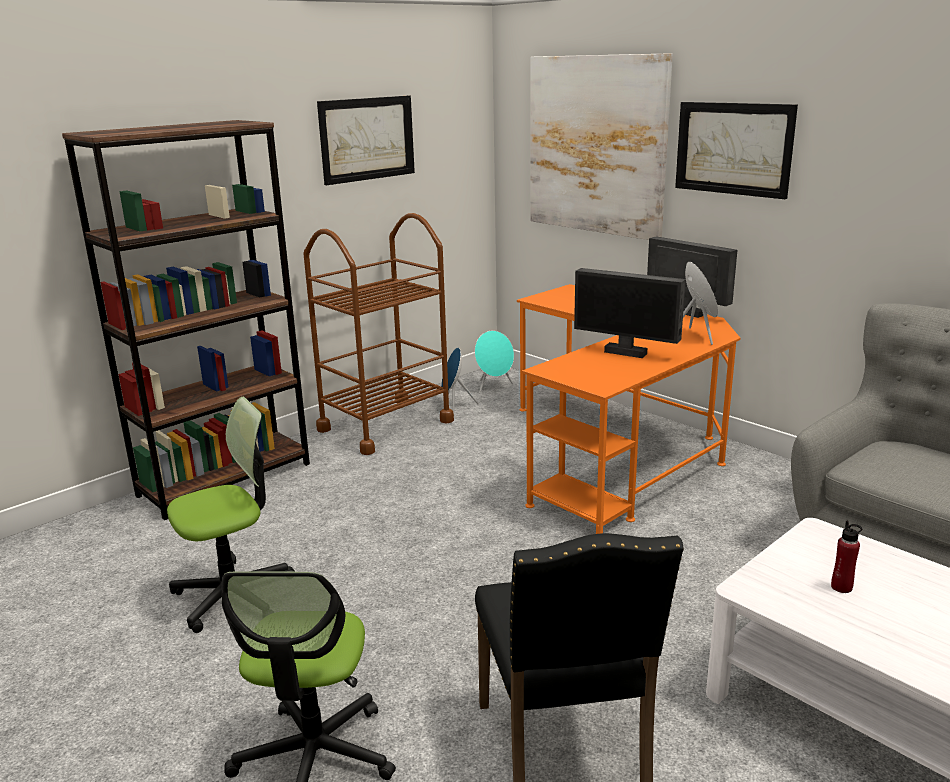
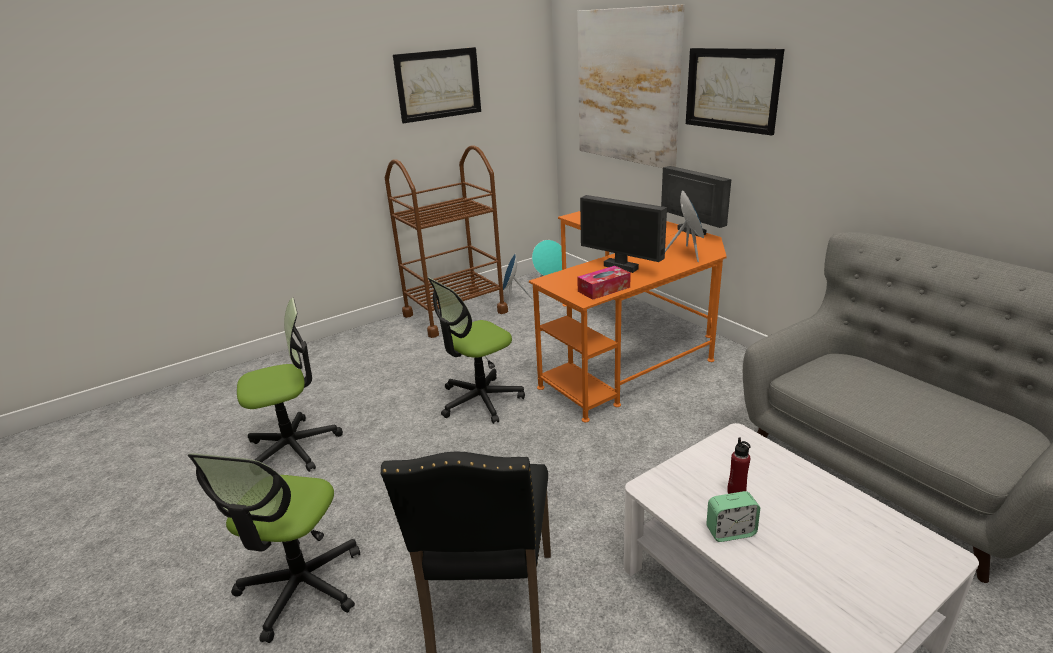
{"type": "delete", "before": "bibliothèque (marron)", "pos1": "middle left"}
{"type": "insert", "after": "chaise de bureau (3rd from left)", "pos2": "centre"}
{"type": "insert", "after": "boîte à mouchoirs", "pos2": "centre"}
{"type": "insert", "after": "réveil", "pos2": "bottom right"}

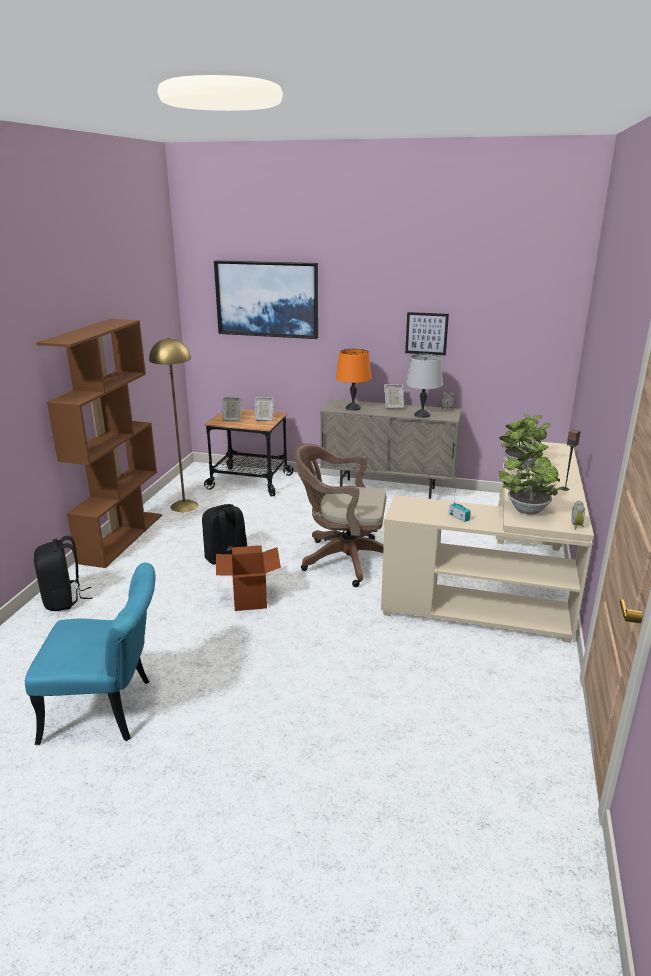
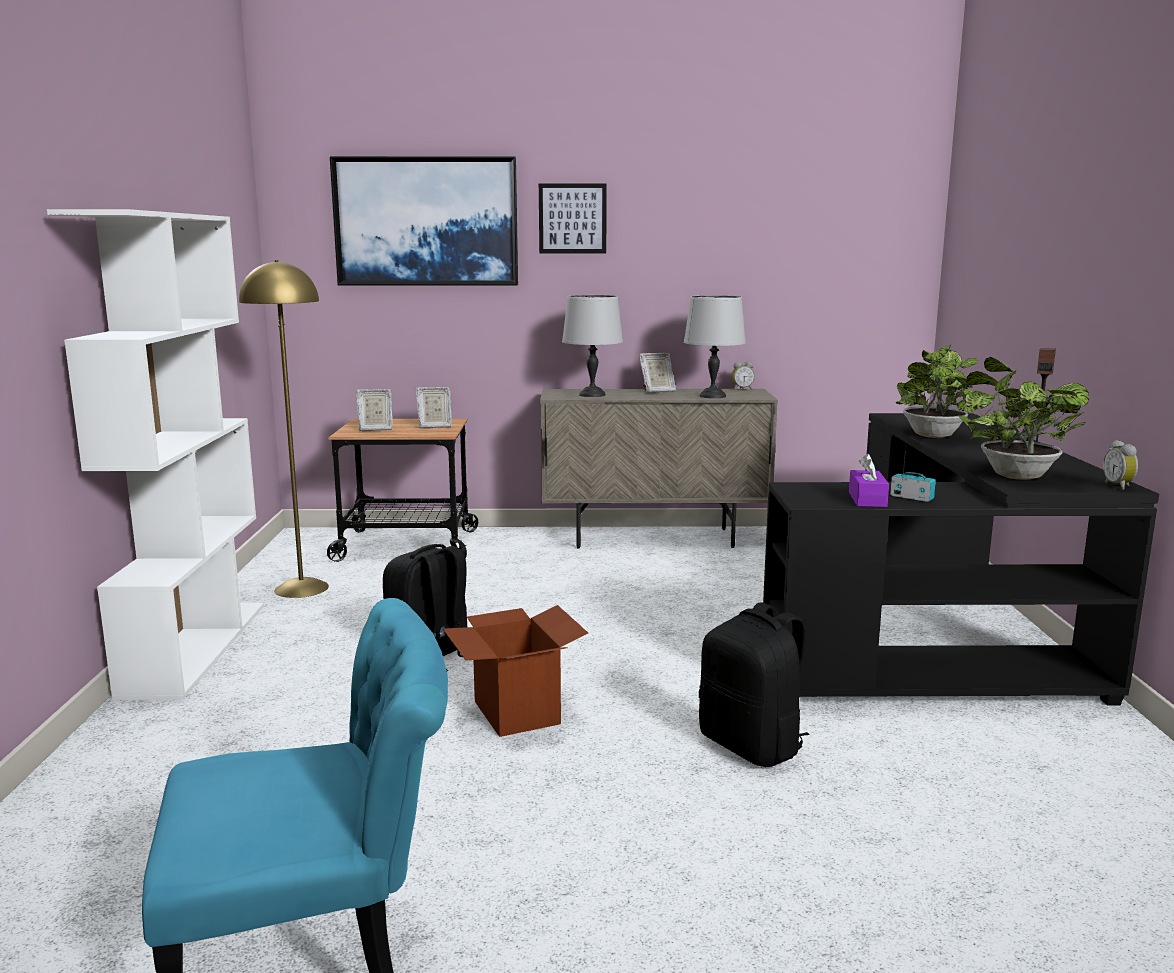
{"type": "delete", "before": "chaise de bureau (marron)", "pos1": "centre"}
{"type": "insert", "after": "boîte à mouchoirs (violet)", "pos2": "middle right"}
{"type": "move", "before": "sac à dos (noir) (1st from left in the first image)", "after": "sac à dos (noir) (2nd from left)", "pos1": "middle left", "pos2": "bottom centre"}
{"type": "move", "before": "tableau (2nd from left)", "pos1": "centre", "pos2": "top centre"}
{"type": "recolor", "before": "bibliothèque (marron)", "after": "bibliothèque (blanc)", "pos1": "middle left", "pos2": "middle left"}
{"type": "recolor", "before": "lampe de table (orange)", "after": "lampe de table (gris) (1st from left)", "pos1": "centre", "pos2": "centre"}
{"type": "recolor", "before": "bureau (beige)", "after": "bureau (noir)", "pos1": "middle right", "pos2": "middle right"}

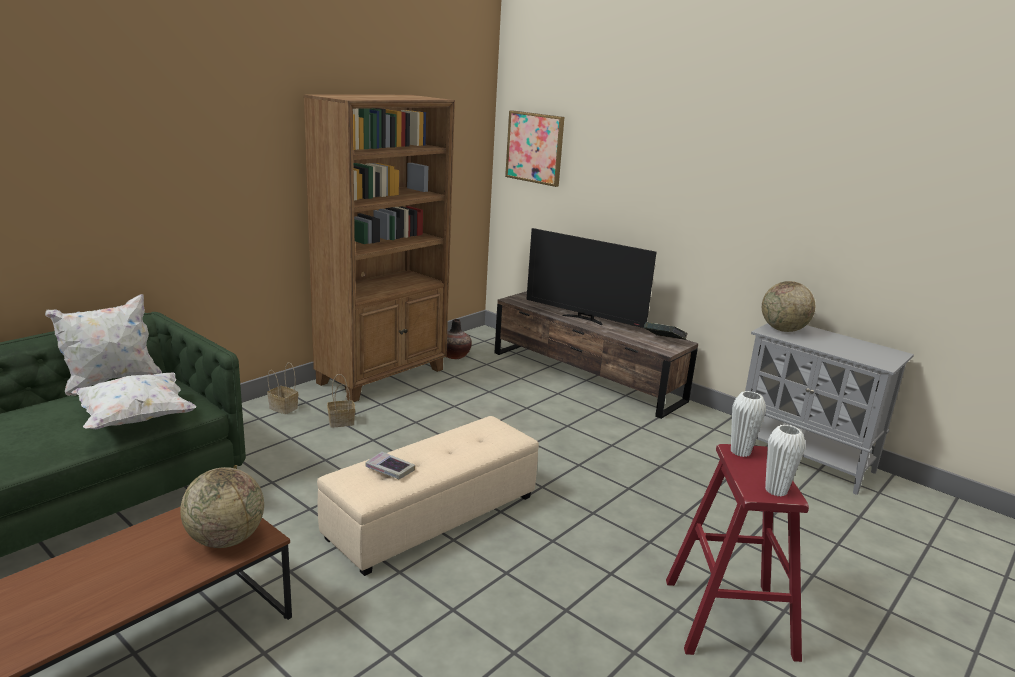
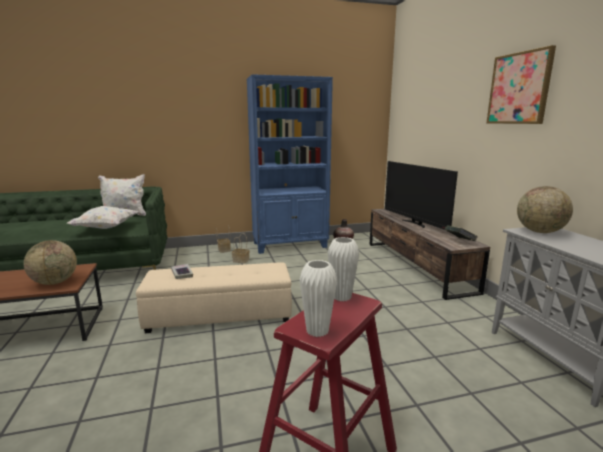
{"type": "move", "before": "tableau", "pos1": "top centre", "pos2": "top right"}
{"type": "recolor", "before": "bibliothèque (marron)", "after": "bibliothèque (bleu)", "pos1": "centre", "pos2": "centre"}

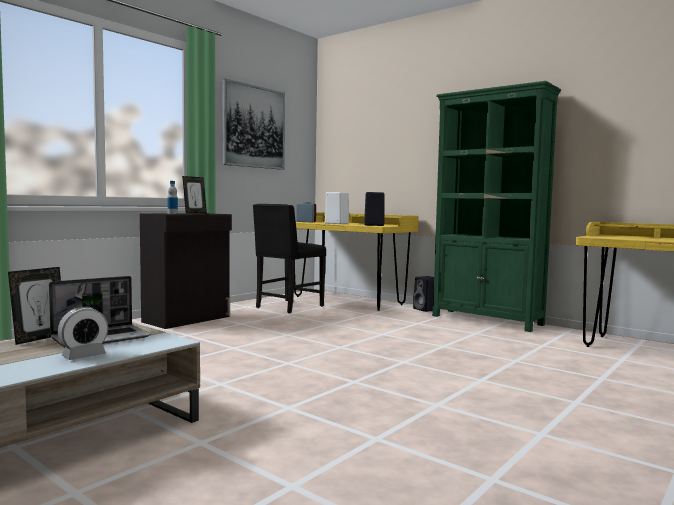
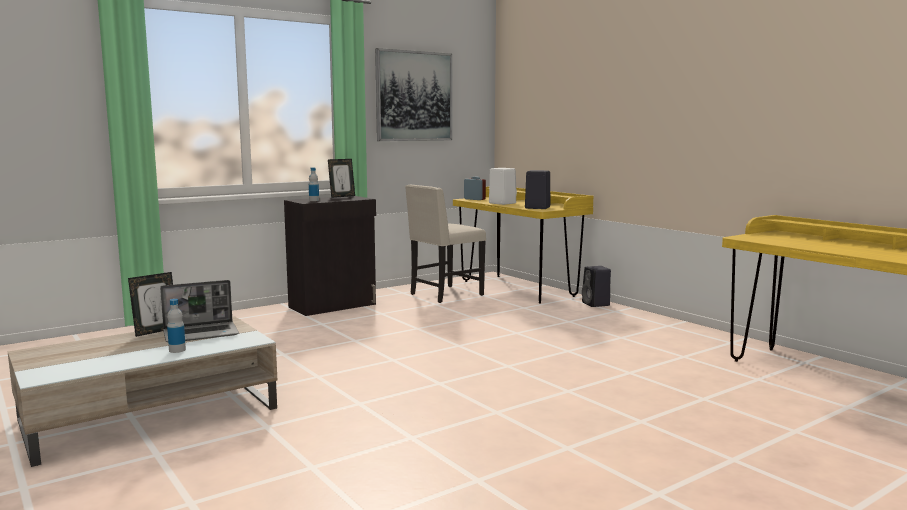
{"type": "delete", "before": "bibliothèque (vert)", "pos1": "middle right"}
{"type": "replace", "before": "réveil (1st from left)", "after": "bouteille (1st from left)", "pos1": "middle left", "pos2": "middle left"}
{"type": "recolor", "before": "chaise (noir)", "after": "chaise (beige)", "pos1": "centre", "pos2": "centre"}

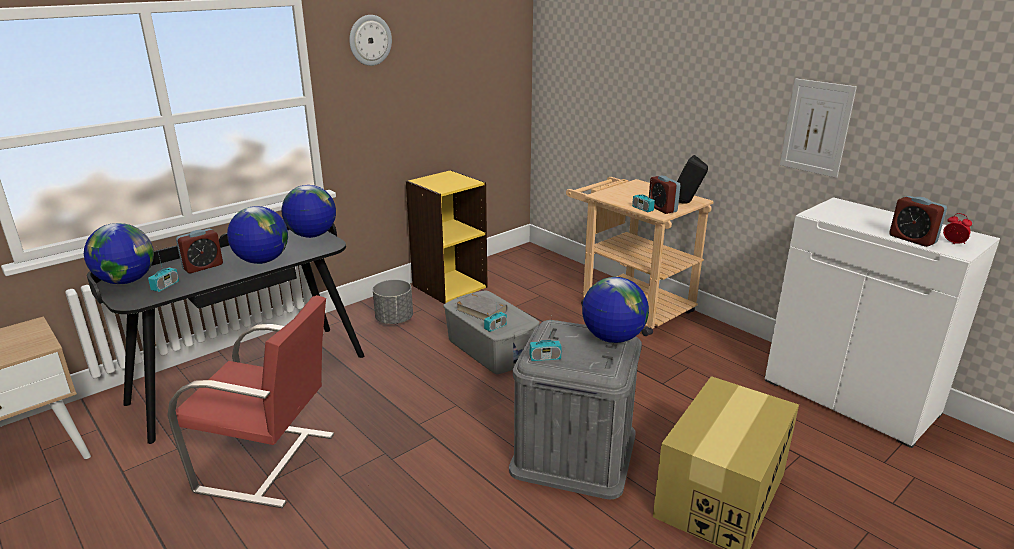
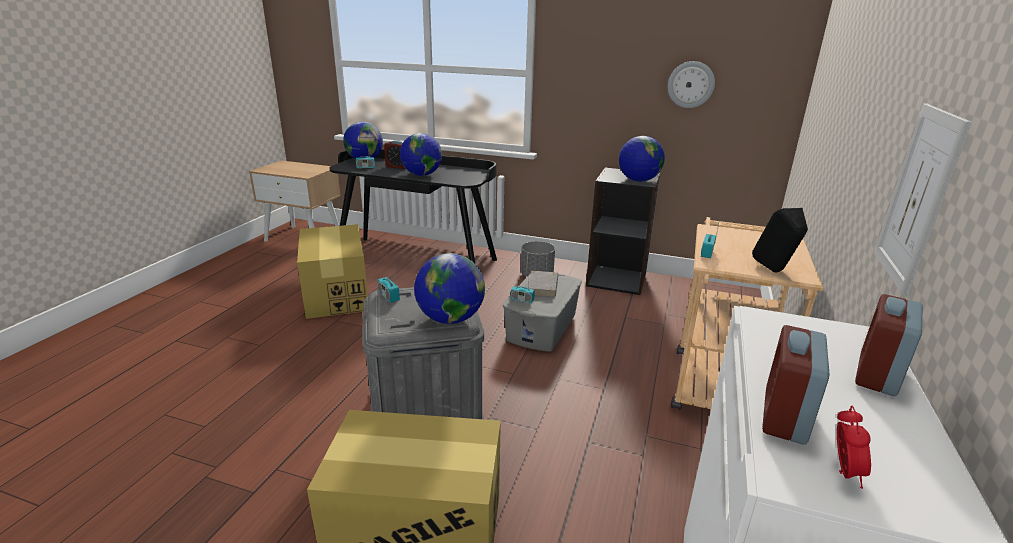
{"type": "move", "before": "globe (3rd from left in the first image)", "after": "globe (4th from left)", "pos1": "middle left", "pos2": "top centre"}
{"type": "move", "before": "horloge murale", "pos1": "top centre", "pos2": "top right"}
{"type": "move", "before": "réveil (2nd from left in the first image)", "after": "réveil (4th from left)", "pos1": "centre", "pos2": "middle right"}
{"type": "replace", "before": "chaise (rouge)", "after": "carton (1st from left)", "pos1": "bottom left", "pos2": "middle left"}
{"type": "recolor", "before": "bibliothèque (jaune)", "after": "bibliothèque (noir)", "pos1": "centre", "pos2": "centre"}

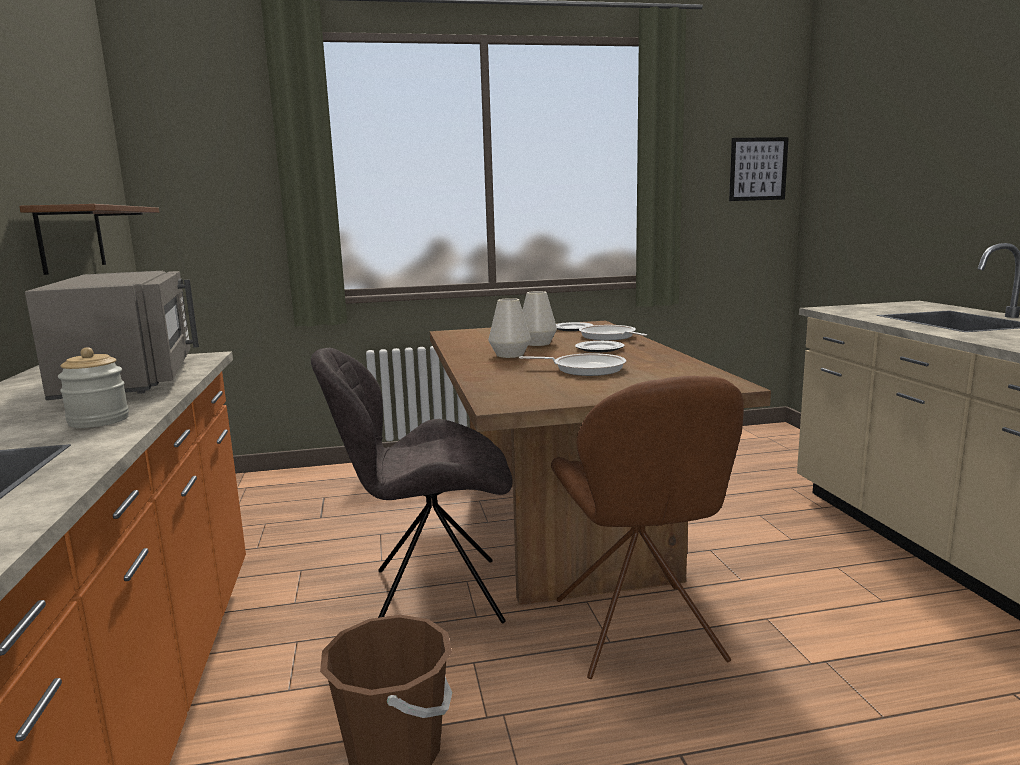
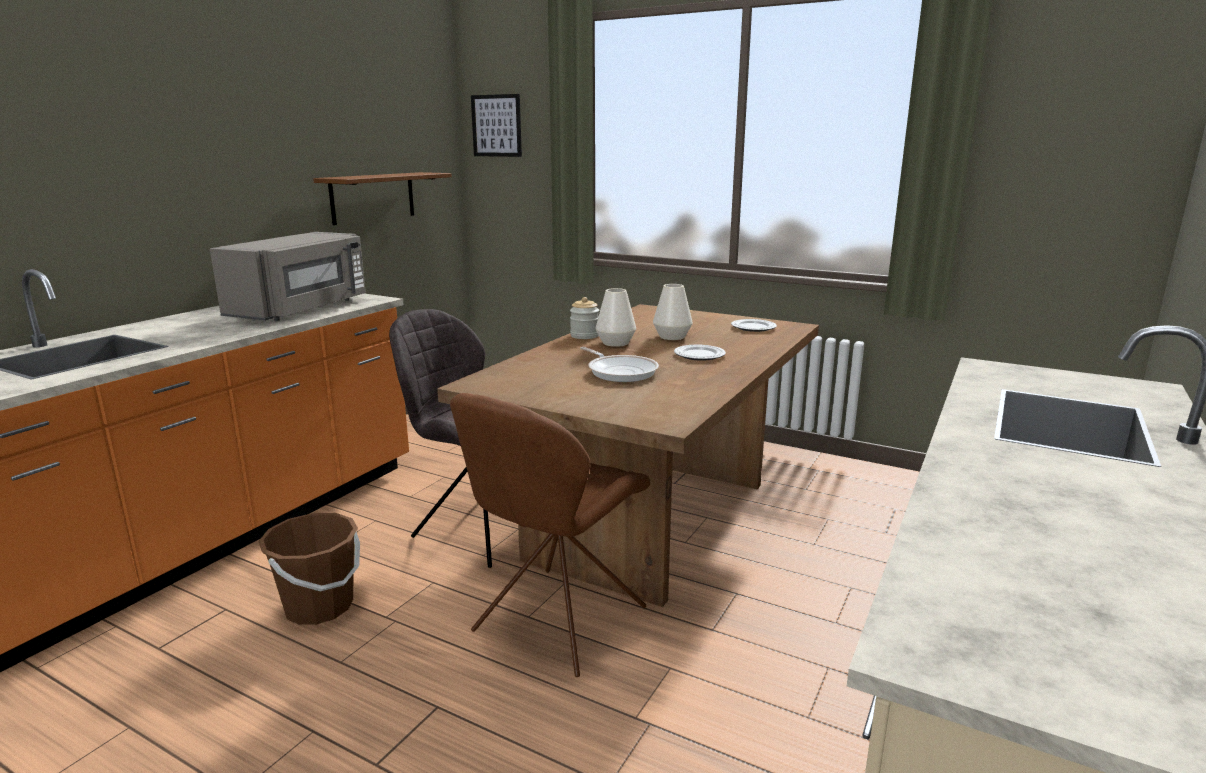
{"type": "delete", "before": "poêle (2nd from left)", "pos1": "centre"}
{"type": "move", "before": "bocal", "pos1": "middle left", "pos2": "centre"}
{"type": "move", "before": "tableau", "pos1": "top right", "pos2": "top centre"}

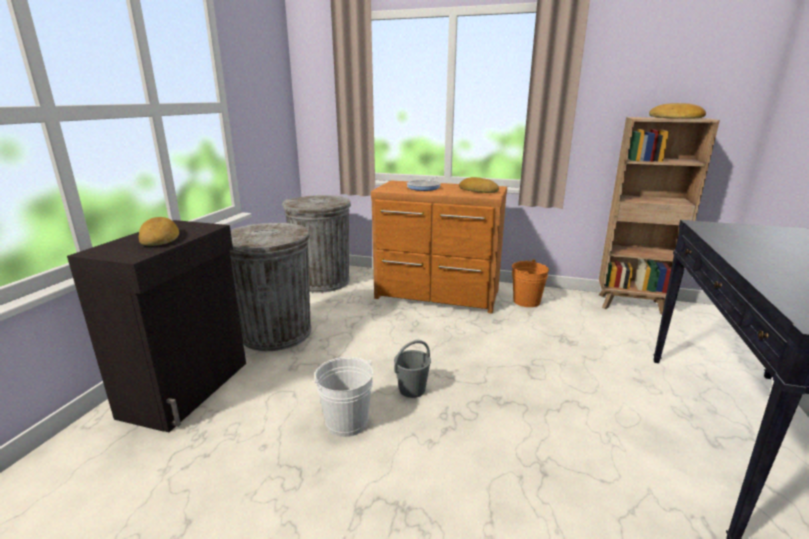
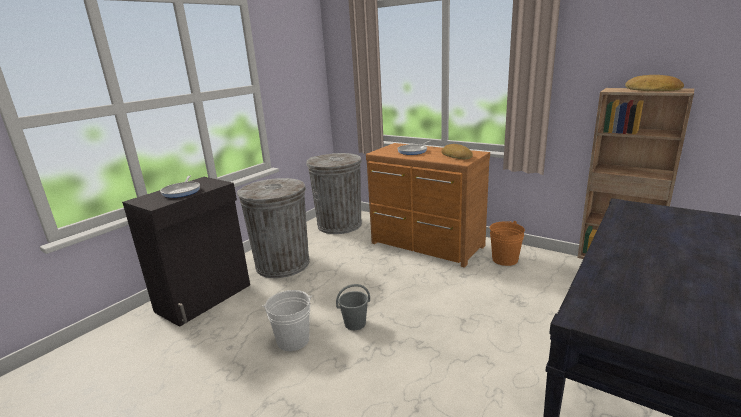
{"type": "replace", "before": "pain (1st from left)", "after": "poêle (1st from left)", "pos1": "middle left", "pos2": "middle left"}

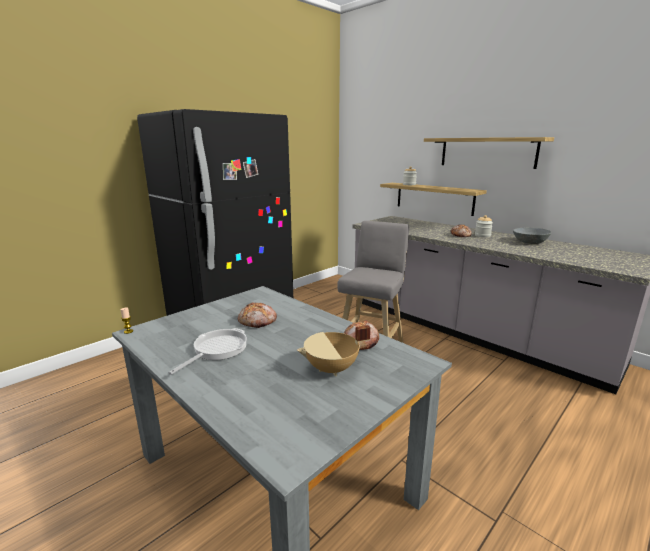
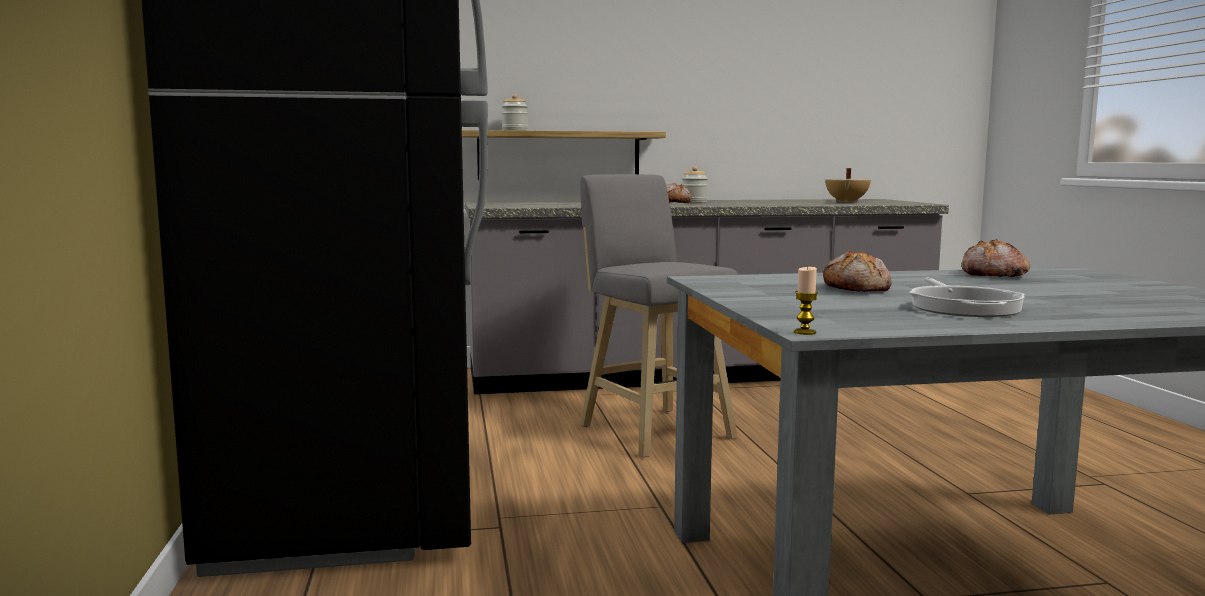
{"type": "delete", "before": "étagère (2nd from left)", "pos1": "top right"}
{"type": "delete", "before": "bol (gris)", "pos1": "middle right"}
{"type": "move", "before": "marmite (beige)", "pos1": "centre", "pos2": "top right"}
{"type": "rotate", "before": "poêle", "pos1": "middle left", "pos2": "middle right", "turn": -150}

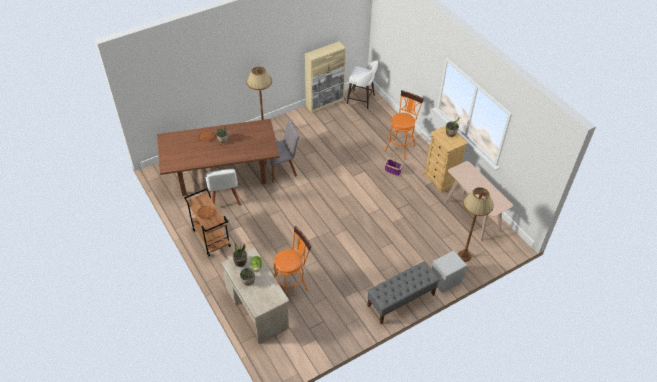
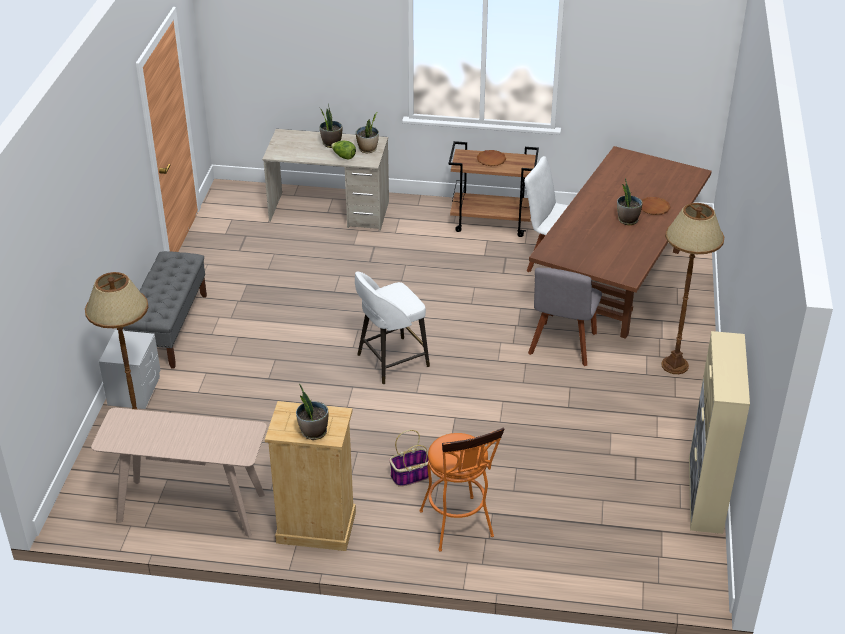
{"type": "delete", "before": "tabouret (orange) (1st from left)", "pos1": "bottom centre"}
{"type": "move", "before": "tabouret (blanc)", "pos1": "top centre", "pos2": "centre"}

